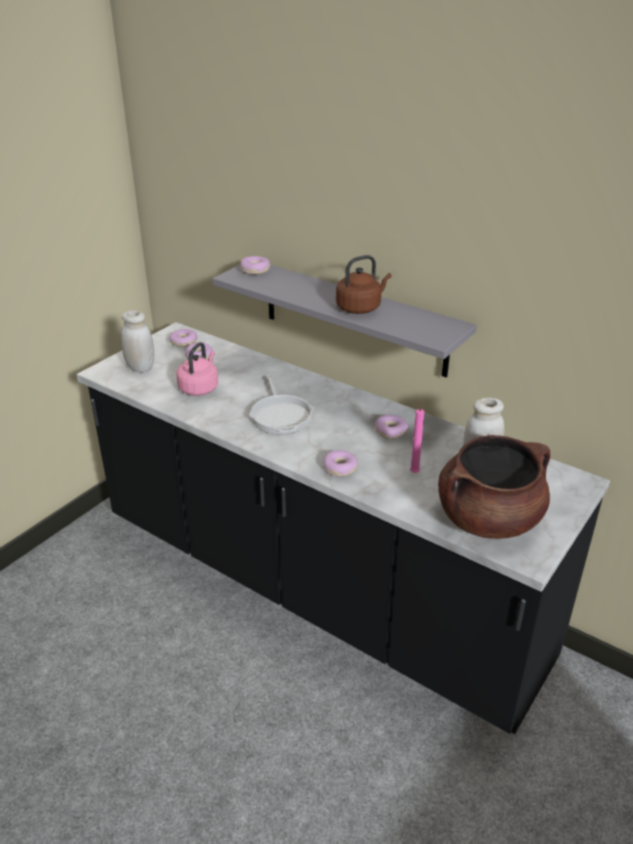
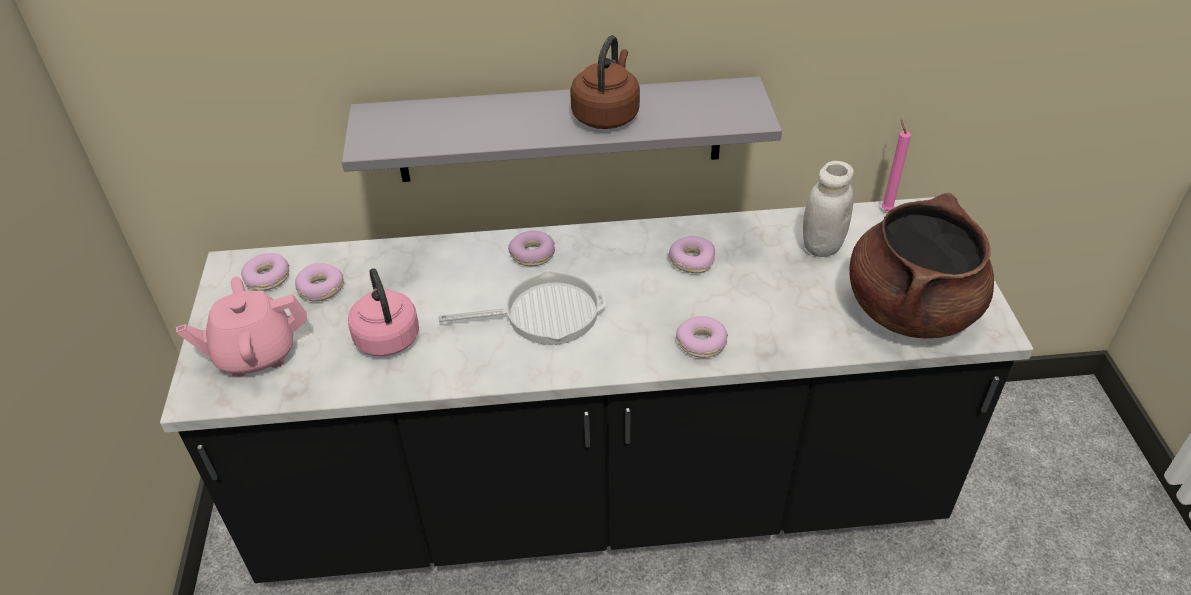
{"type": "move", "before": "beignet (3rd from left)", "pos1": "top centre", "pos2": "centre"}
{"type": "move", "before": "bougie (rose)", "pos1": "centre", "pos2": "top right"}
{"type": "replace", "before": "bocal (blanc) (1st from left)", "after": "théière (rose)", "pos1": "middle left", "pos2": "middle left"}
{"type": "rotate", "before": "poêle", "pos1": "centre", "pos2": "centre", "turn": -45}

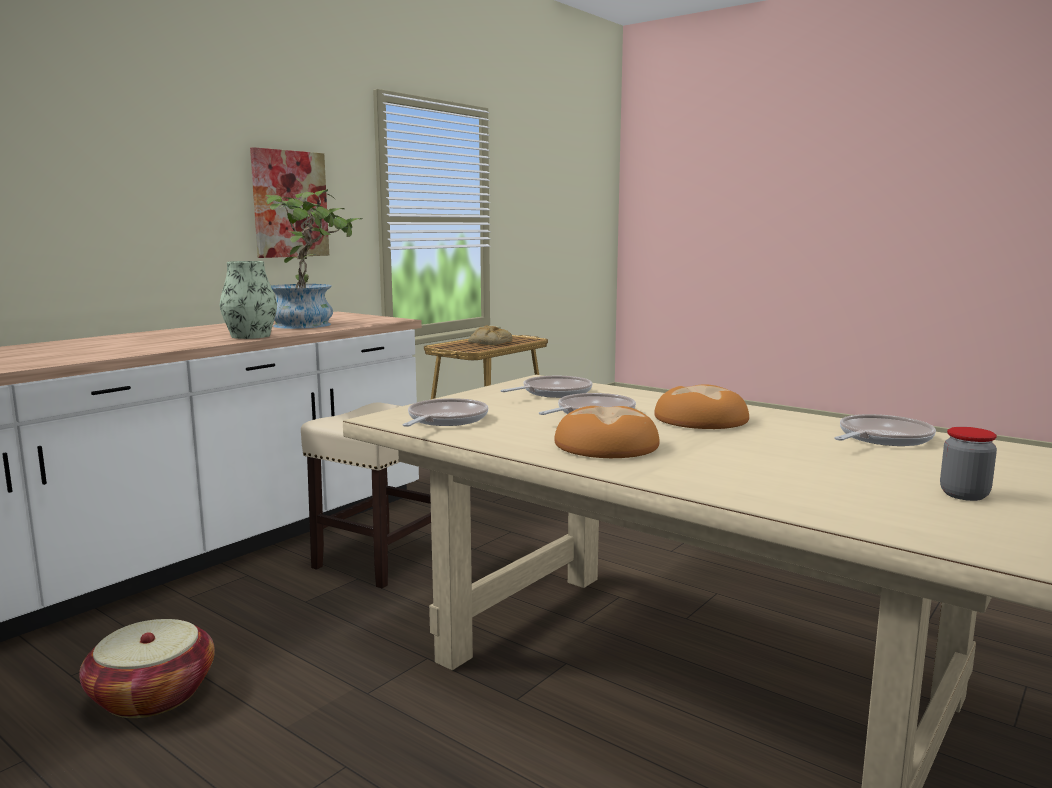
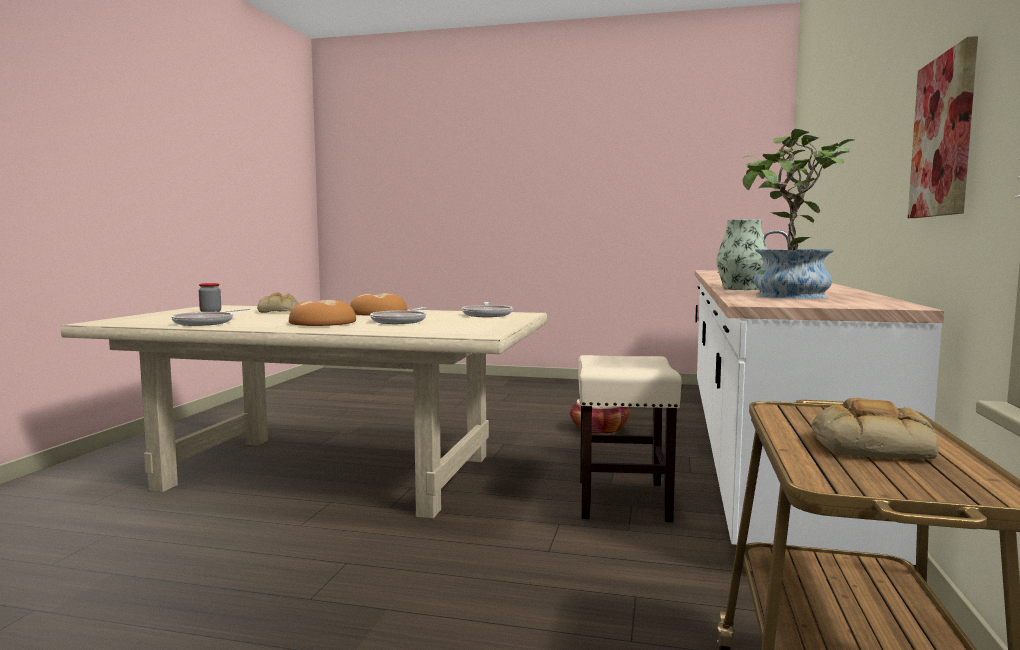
{"type": "delete", "before": "poêle (2nd from left)", "pos1": "centre"}
{"type": "insert", "after": "pain (1st from left)", "pos2": "middle left"}

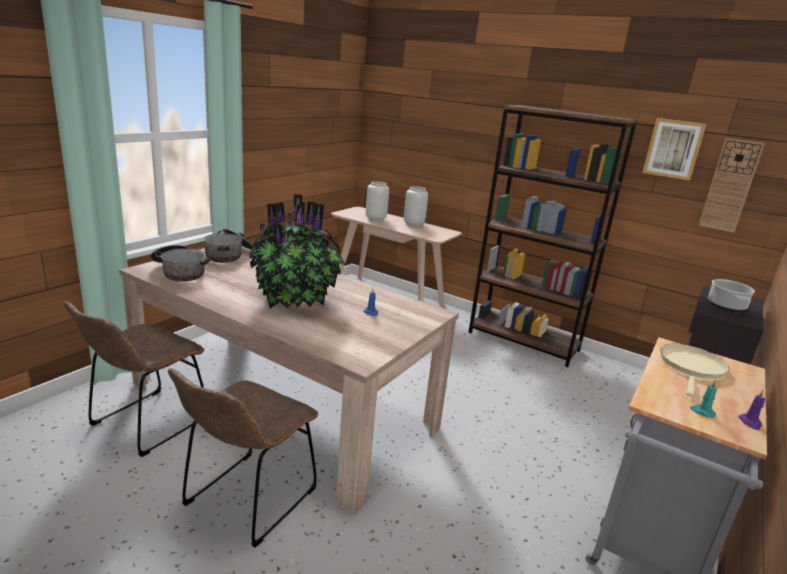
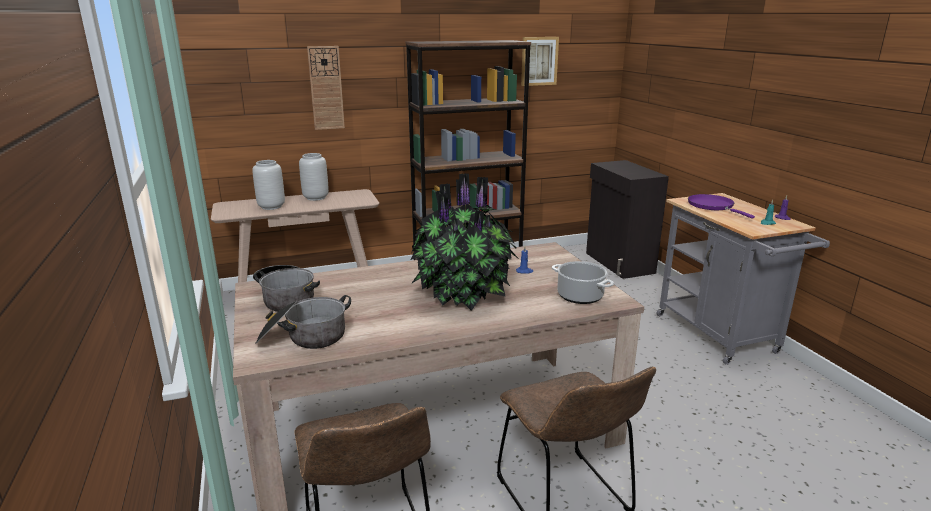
{"type": "move", "before": "horloge murale", "pos1": "top right", "pos2": "top centre"}
{"type": "move", "before": "marmite (3rd from left)", "pos1": "middle right", "pos2": "centre"}
{"type": "recolor", "before": "poêle (beige)", "after": "poêle (violet)", "pos1": "middle right", "pos2": "middle right"}

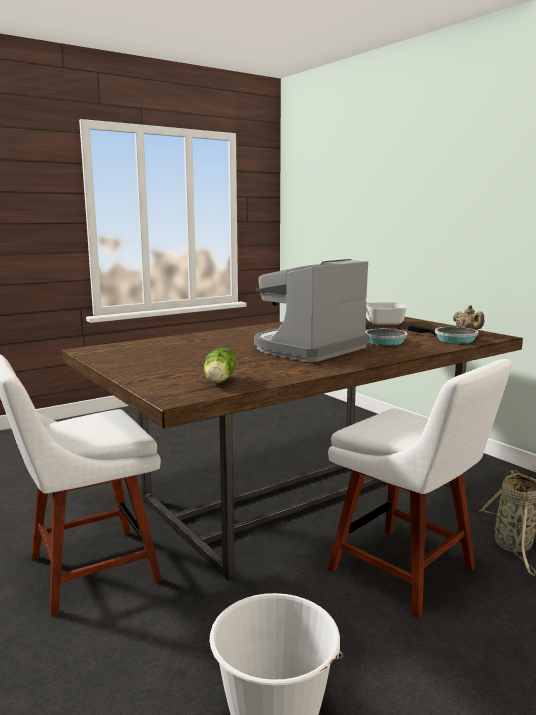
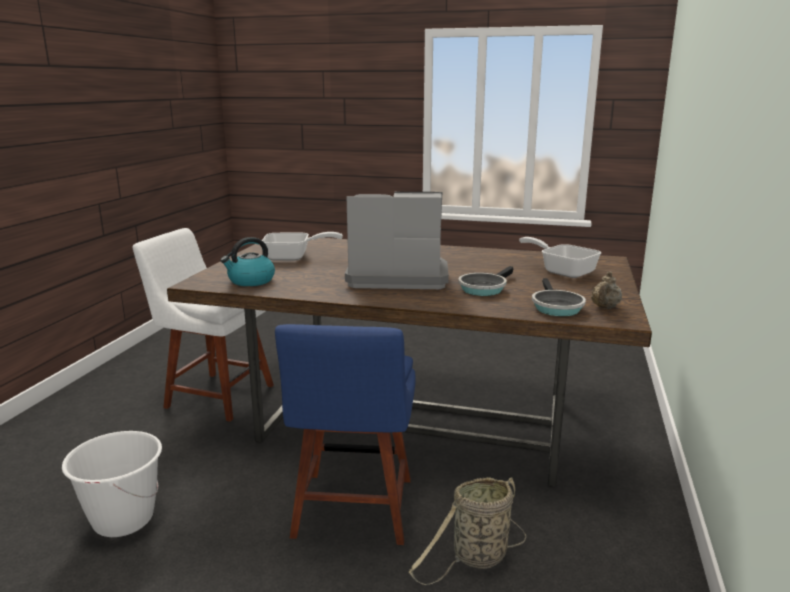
{"type": "insert", "after": "poêle (1st from left)", "pos2": "centre"}
{"type": "replace", "before": "laitue", "after": "bouilloire", "pos1": "centre", "pos2": "middle left"}
{"type": "recolor", "before": "chaise (blanc) (2nd from left)", "after": "chaise (bleu)", "pos1": "bottom right", "pos2": "bottom centre"}

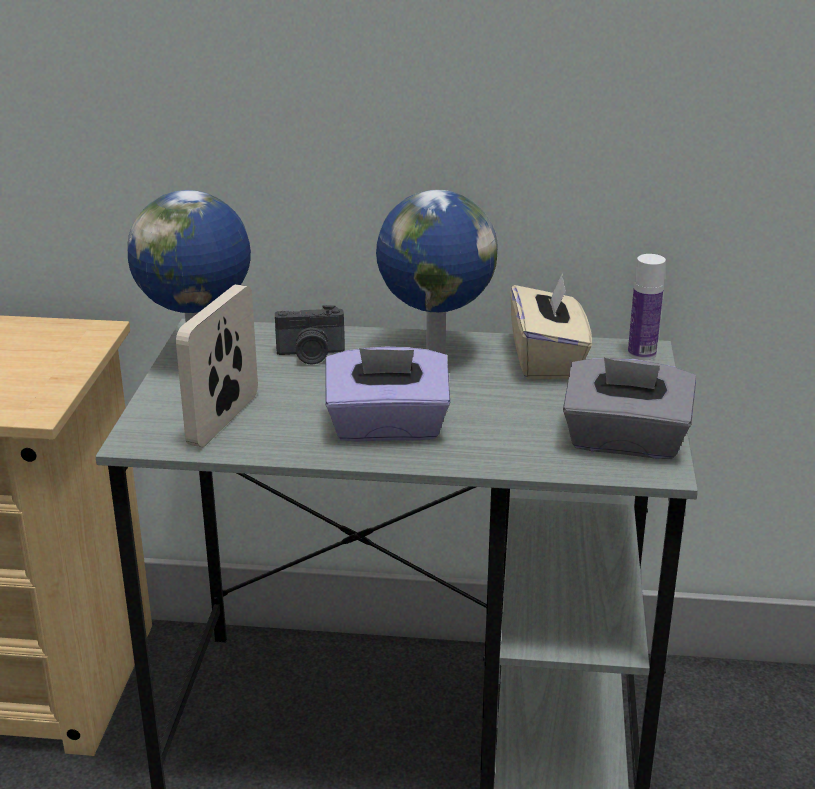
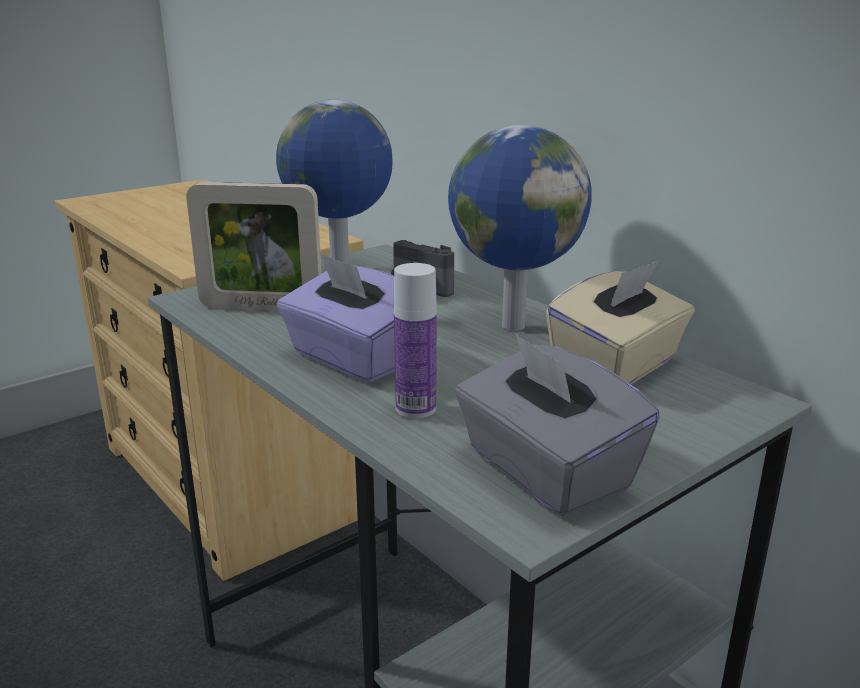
{"type": "move", "before": "bouteille", "pos1": "middle right", "pos2": "centre"}
{"type": "rotate", "before": "cadre photo", "pos1": "middle left", "pos2": "middle left", "turn": -150}

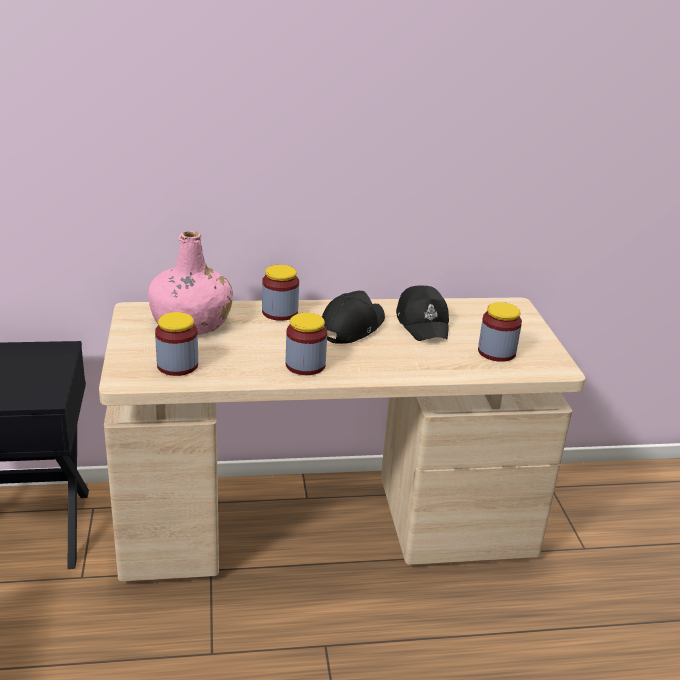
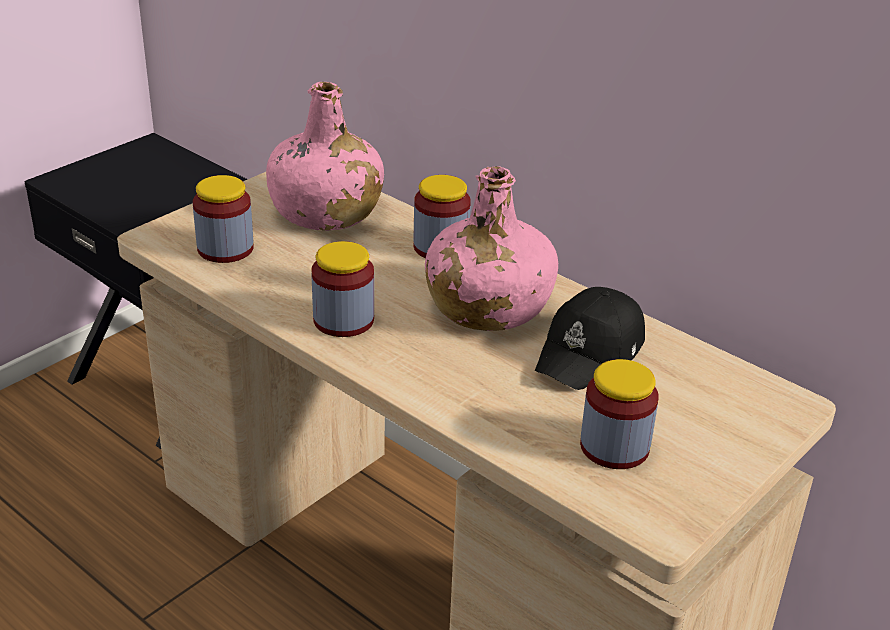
{"type": "replace", "before": "casquette (noir) (1st from left)", "after": "bouteille (rose) (2nd from left)", "pos1": "centre", "pos2": "centre"}

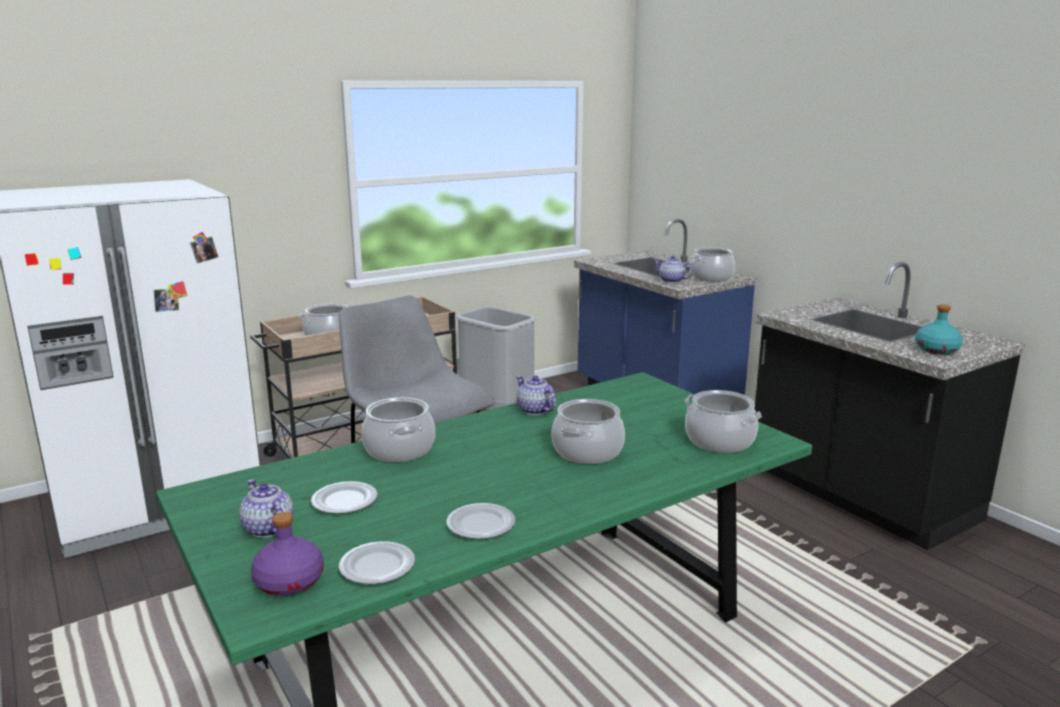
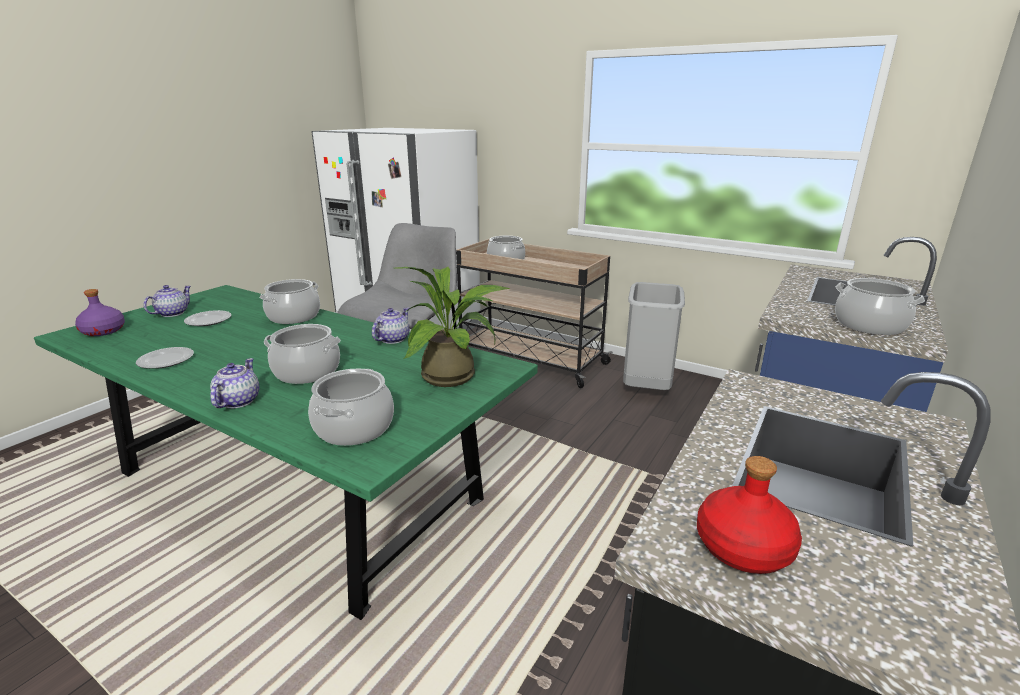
{"type": "delete", "before": "assiette (2nd from left)", "pos1": "bottom centre"}
{"type": "insert", "after": "plante en pot", "pos2": "centre"}
{"type": "move", "before": "théière (3rd from left in the first image)", "after": "théière (2nd from left)", "pos1": "centre", "pos2": "middle left"}
{"type": "recolor", "before": "bouteille (turquoise)", "after": "bouteille (rouge)", "pos1": "middle right", "pos2": "bottom right"}

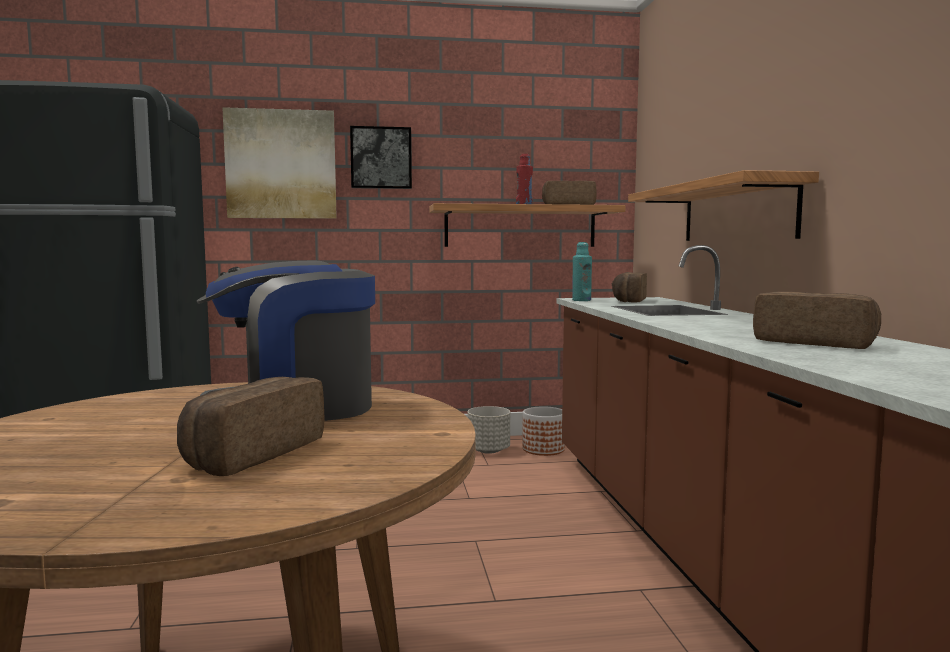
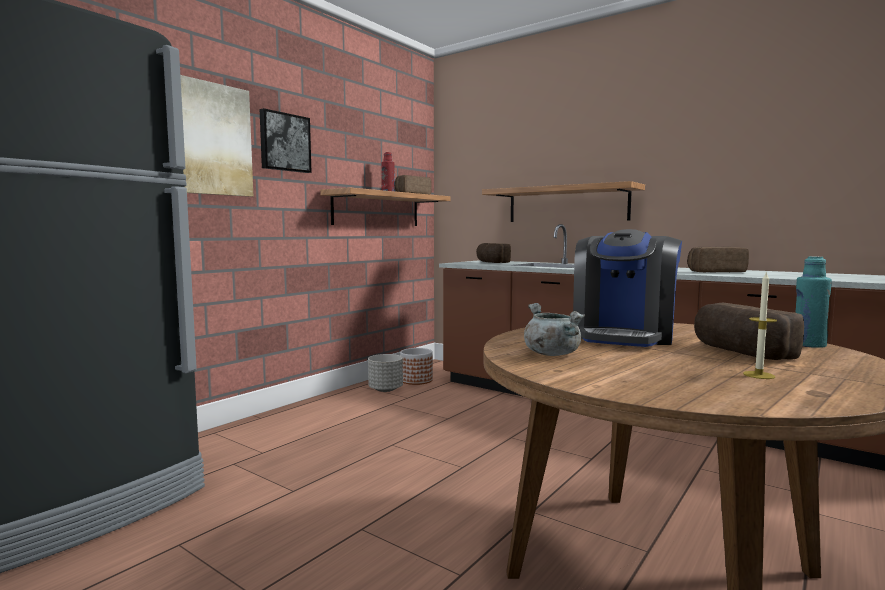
{"type": "insert", "after": "marmite (gris)", "pos2": "centre"}
{"type": "insert", "after": "bougie", "pos2": "middle right"}
{"type": "move", "before": "bouteille (turquoise)", "pos1": "centre", "pos2": "middle right"}

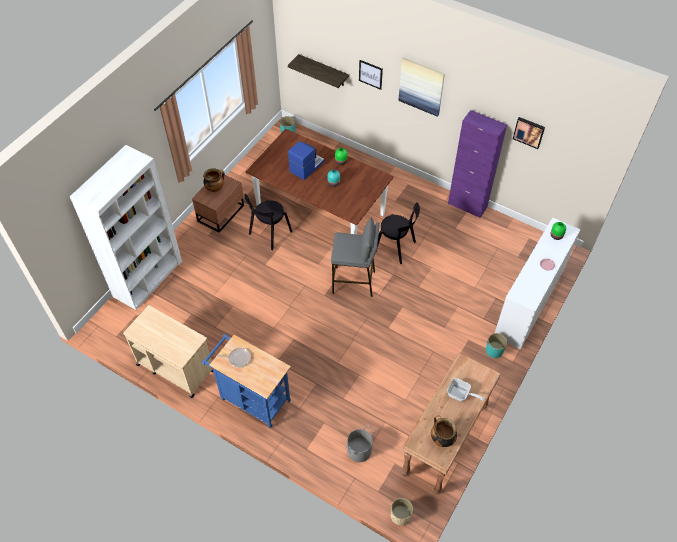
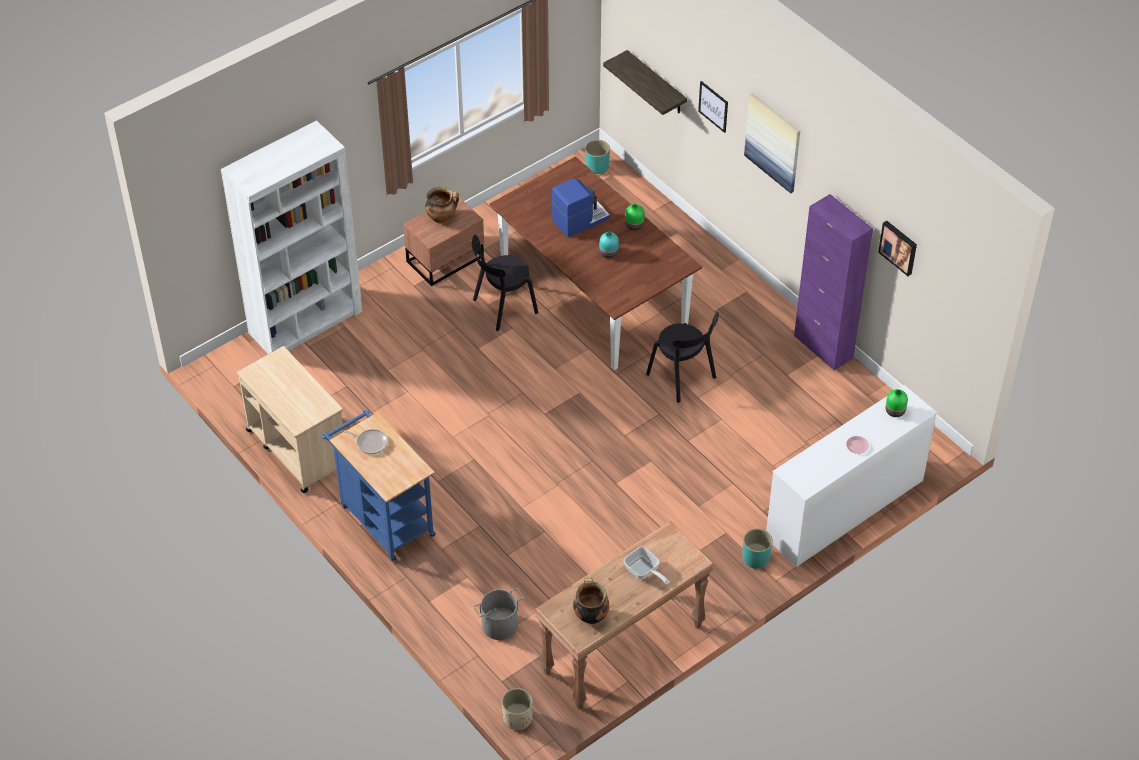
{"type": "delete", "before": "tabouret (gris)", "pos1": "centre"}

